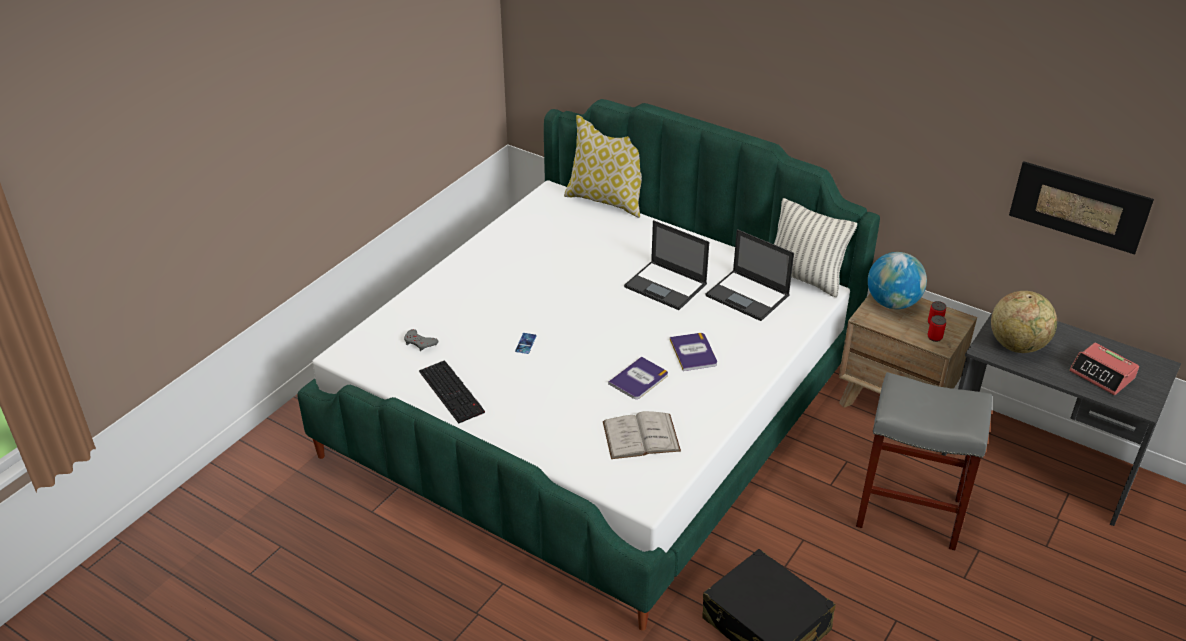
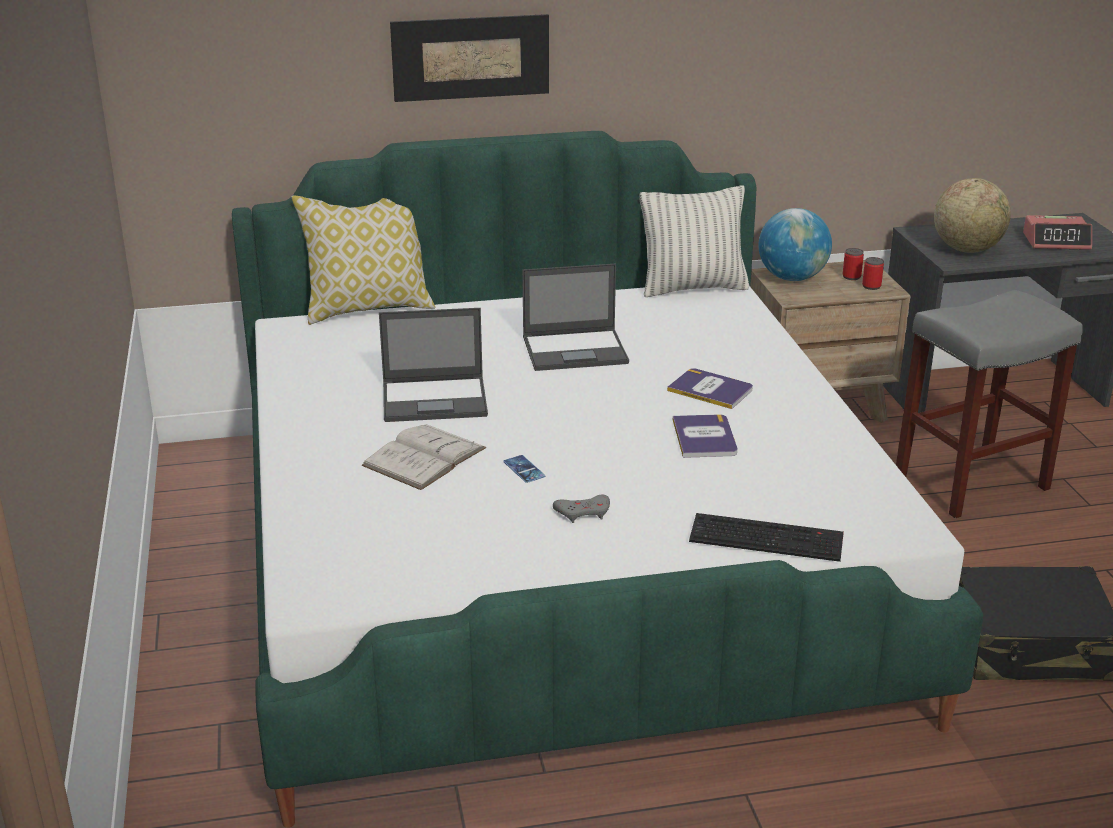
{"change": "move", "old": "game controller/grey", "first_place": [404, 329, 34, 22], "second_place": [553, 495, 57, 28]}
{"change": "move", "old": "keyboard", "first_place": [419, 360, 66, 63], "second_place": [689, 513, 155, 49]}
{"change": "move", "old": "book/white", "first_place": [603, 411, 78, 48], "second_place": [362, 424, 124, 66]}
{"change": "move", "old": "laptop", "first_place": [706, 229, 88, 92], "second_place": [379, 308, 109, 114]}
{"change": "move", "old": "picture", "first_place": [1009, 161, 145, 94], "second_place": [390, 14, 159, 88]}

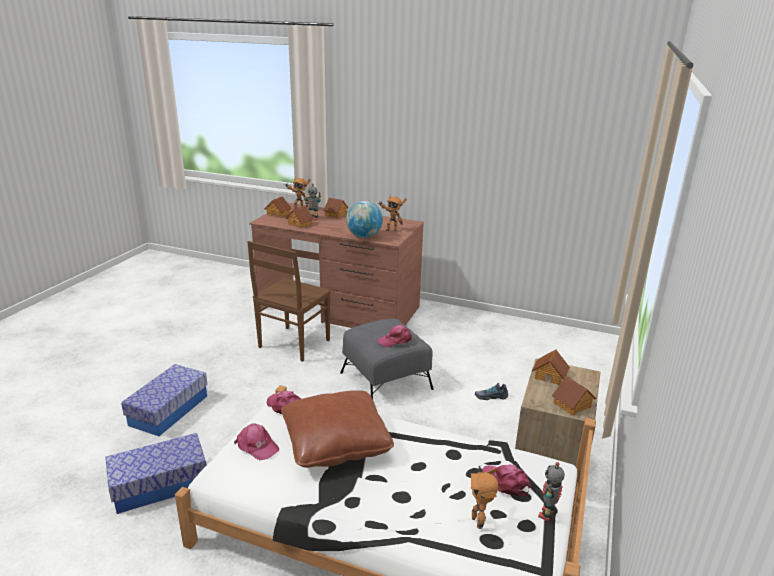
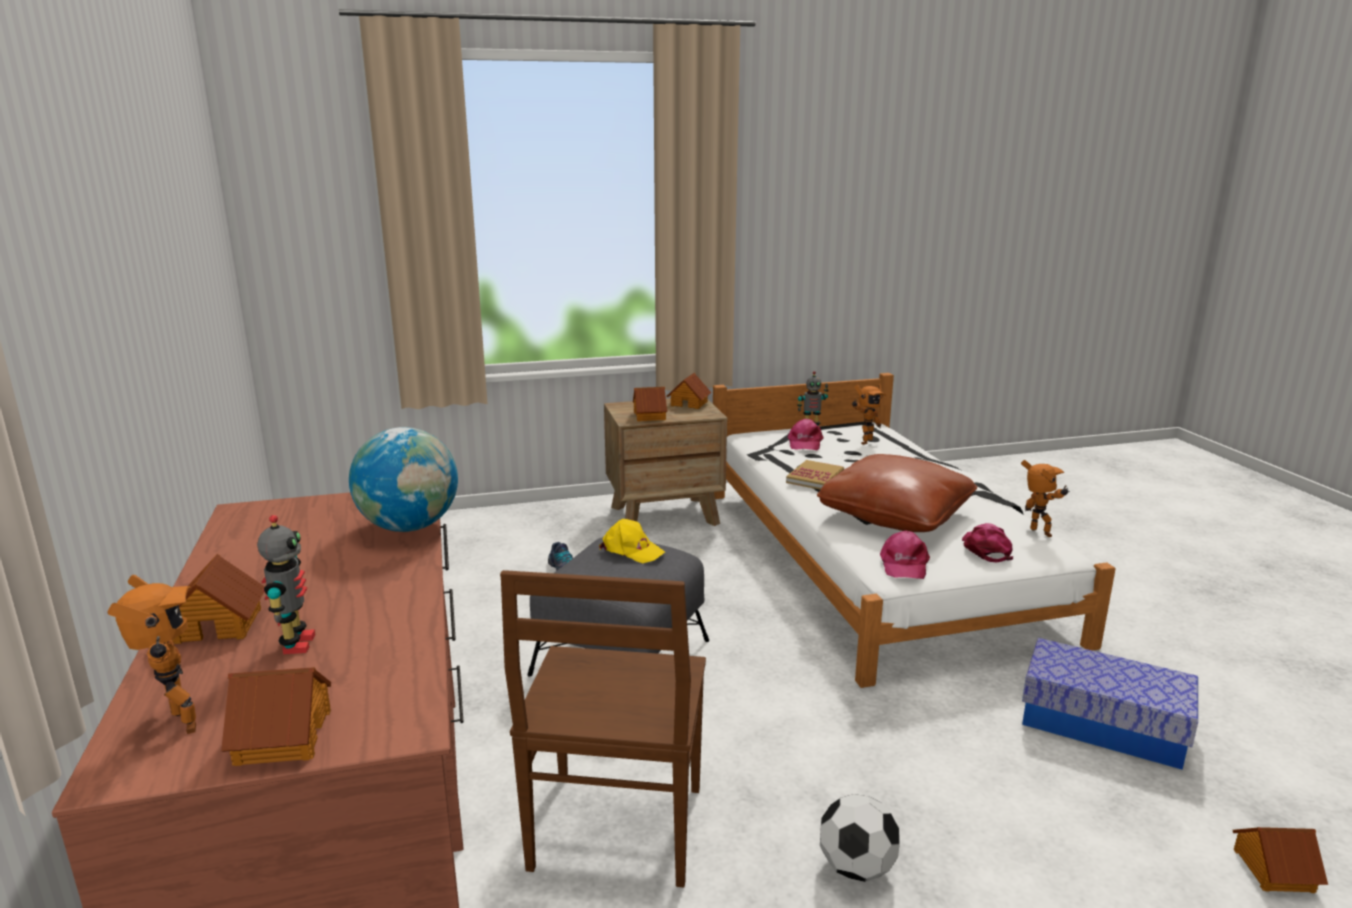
{"change": "delete", "old": "storage box", "first_place": [121, 364, 87, 72]}
{"change": "insert", "new": "book", "second_place": [786, 460, 58, 30]}
{"change": "insert", "new": "football", "second_place": [820, 794, 80, 88]}
{"change": "move", "old": "toy house", "first_place": [286, 206, 28, 22], "second_place": [1233, 827, 95, 66]}
{"change": "move", "old": "toy robot", "first_place": [379, 194, 28, 37], "second_place": [1021, 460, 49, 77]}
{"change": "recolor", "old": "cap/pink", "new": "cap/yellow", "first_place": [377, 325, 35, 22], "second_place": [599, 519, 66, 44]}
{"change": "rotate", "old": "chair/brown", "first_place": [248, 241, 83, 121], "second_place": [500, 570, 206, 318], "degrees": 105}

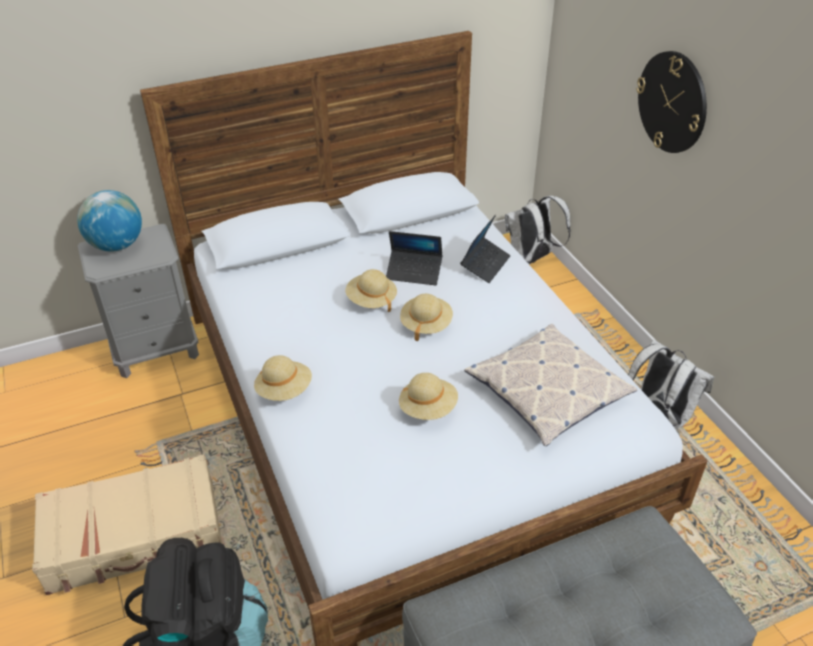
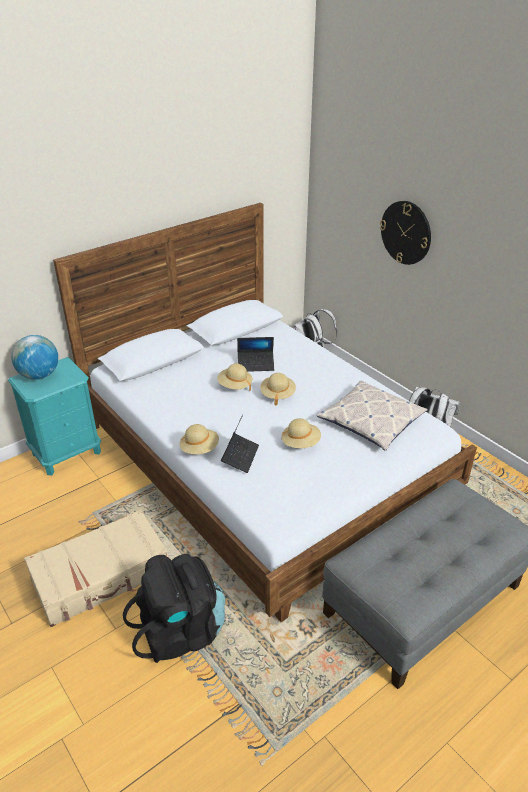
{"change": "move", "old": "laptop", "first_place": [460, 215, 51, 68], "second_place": [221, 415, 38, 58]}
{"change": "recolor", "old": "nightstand/grey", "new": "nightstand/turquoise", "first_place": [78, 224, 121, 154], "second_place": [8, 357, 93, 118]}

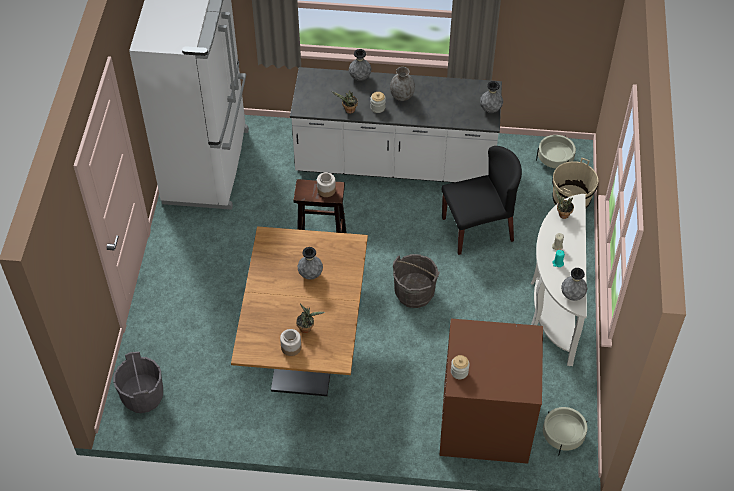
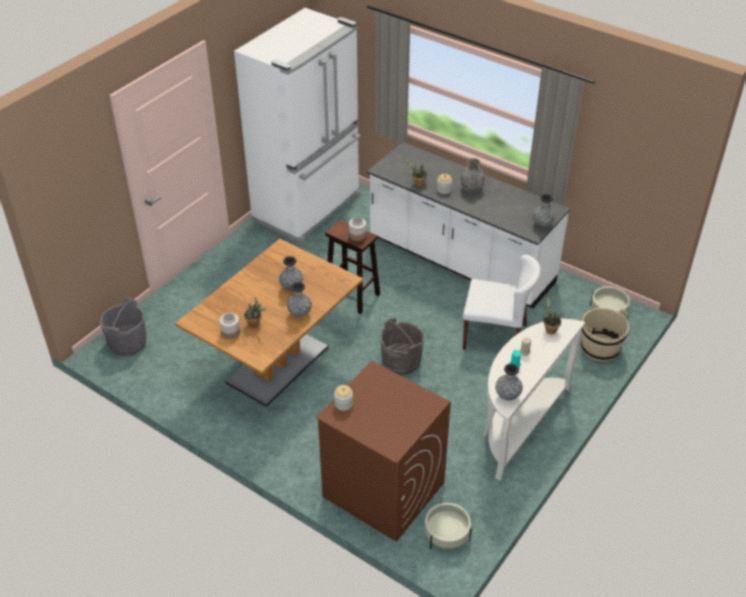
{"change": "move", "old": "vase/grey", "first_place": [349, 49, 23, 32], "second_place": [287, 282, 25, 35]}
{"change": "recolor", "old": "chair/black", "new": "chair/white", "first_place": [442, 146, 80, 109], "second_place": [463, 255, 77, 95]}

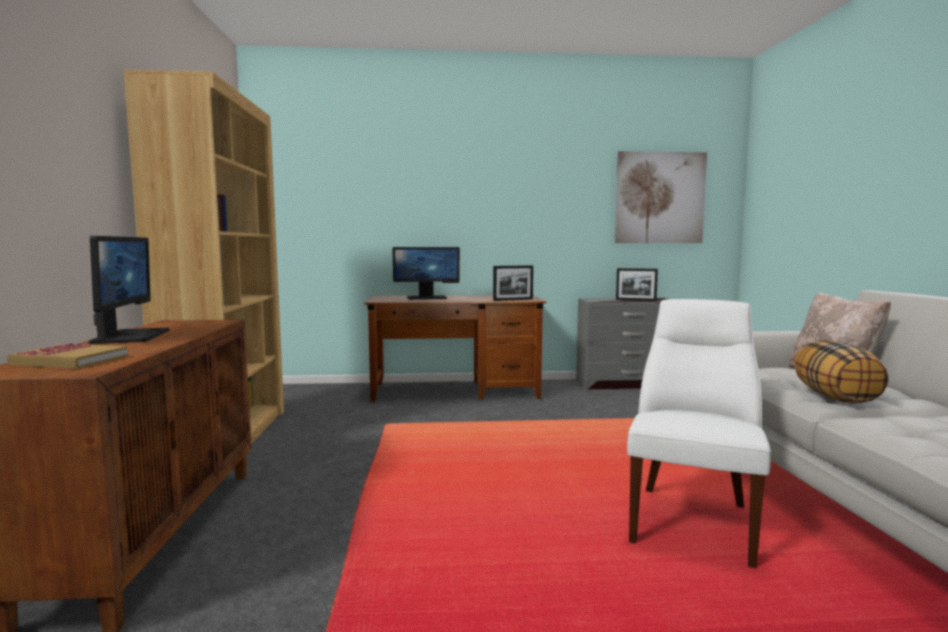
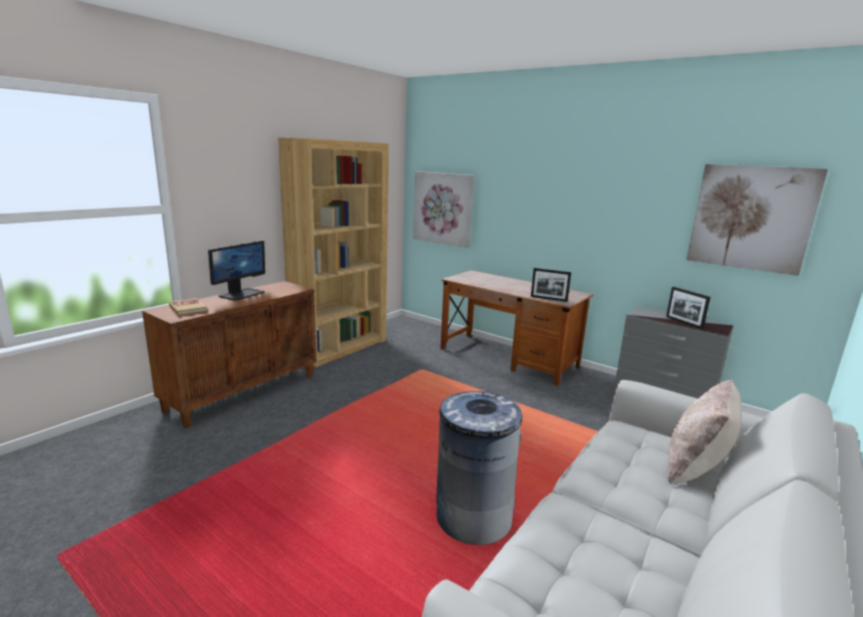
{"change": "delete", "old": "monitor", "first_place": [392, 247, 68, 53]}
{"change": "delete", "old": "pillow", "first_place": [794, 340, 95, 64]}
{"change": "insert", "new": "picture", "second_place": [413, 171, 61, 77]}
{"change": "replace", "old": "chair/white", "new": "trash can/grey", "first_place": [627, 299, 144, 269], "second_place": [436, 390, 86, 155]}

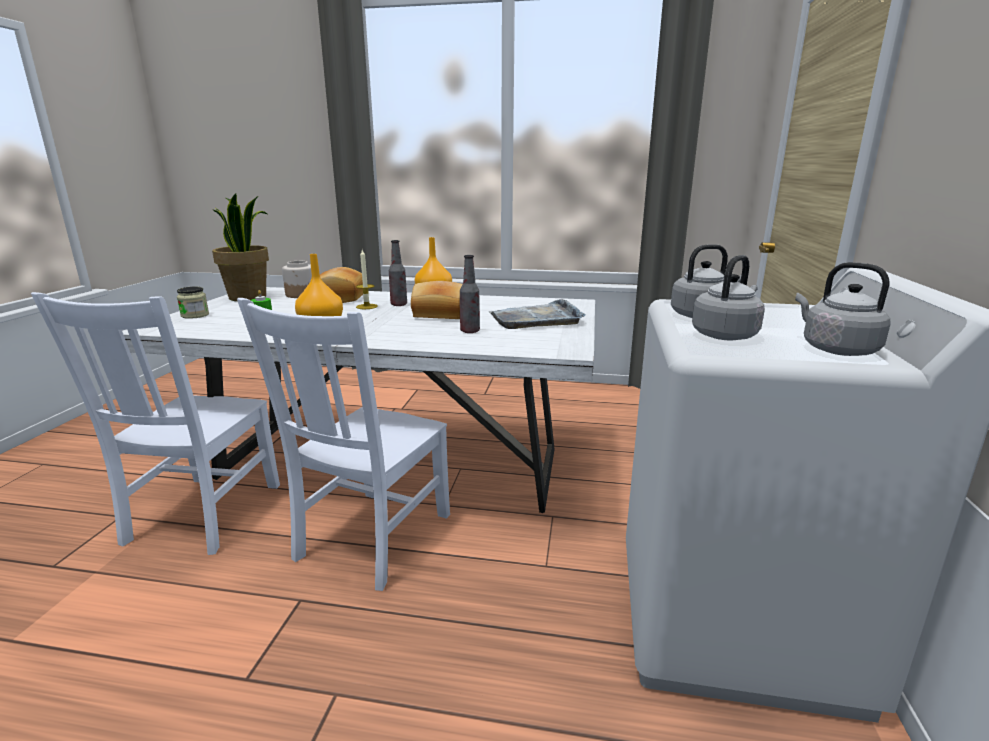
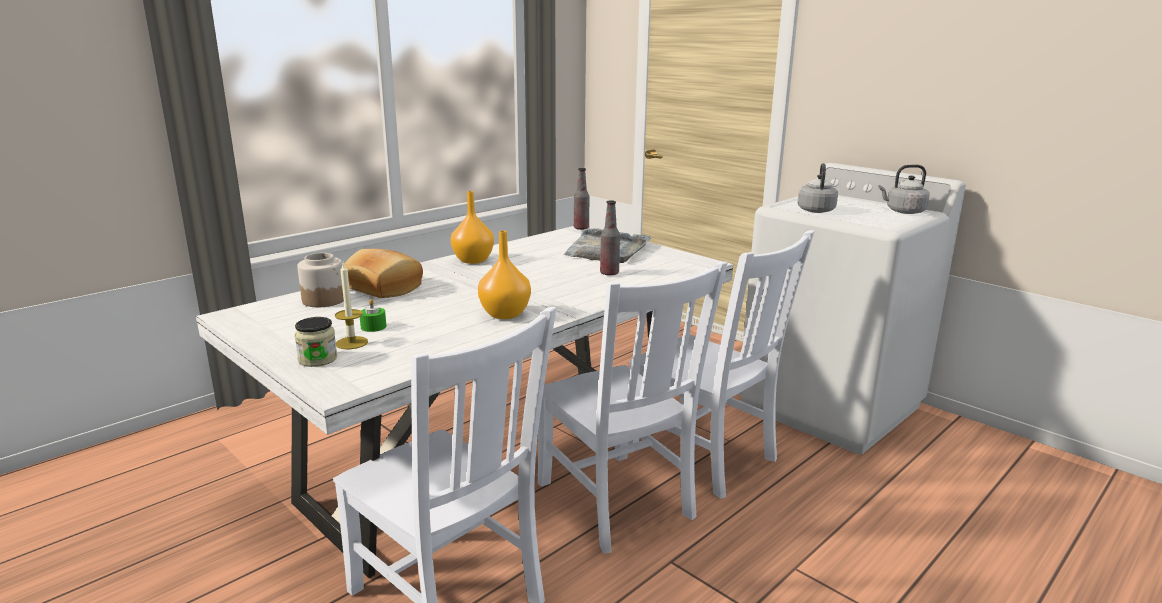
{"change": "delete", "old": "potted plant", "first_place": [212, 193, 57, 108]}
{"change": "delete", "old": "bread", "first_place": [411, 281, 51, 38]}
{"change": "delete", "old": "kettle/grey", "first_place": [692, 255, 73, 85]}
{"change": "insert", "new": "chair/white", "second_place": [628, 230, 187, 269]}
{"change": "move", "old": "candle", "first_place": [356, 250, 22, 59], "second_place": [335, 263, 33, 86]}
{"change": "move", "old": "bottle", "first_place": [389, 240, 18, 66], "second_place": [574, 168, 15, 62]}

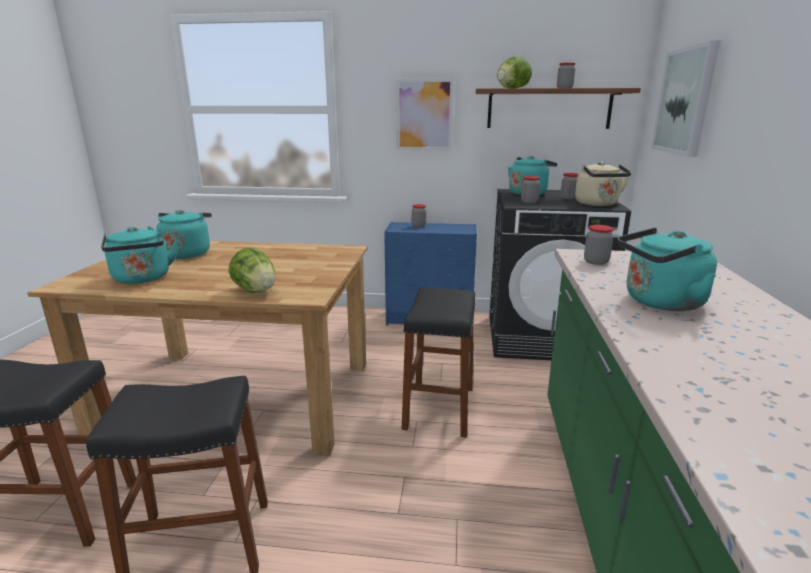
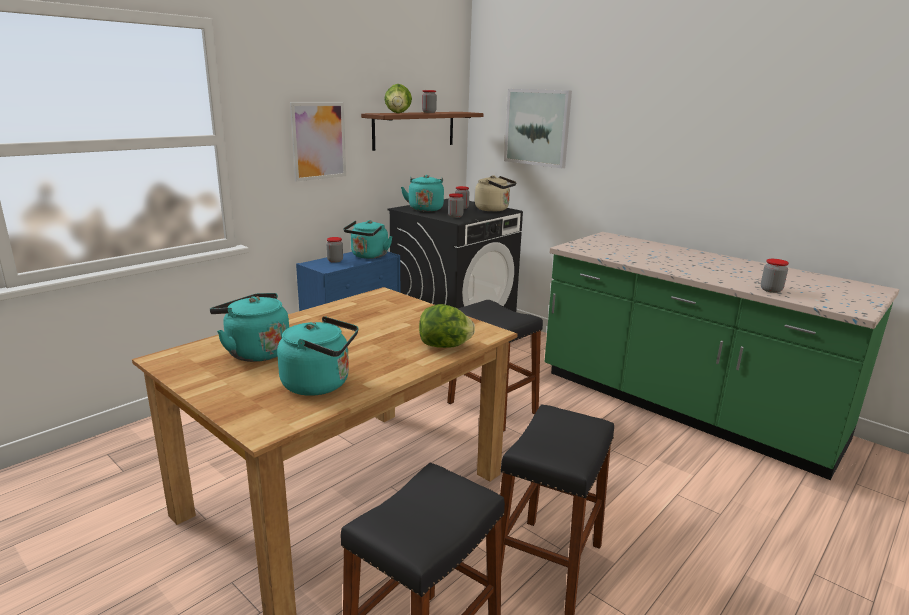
{"change": "move", "old": "jar", "first_place": [584, 225, 30, 40], "second_place": [761, 259, 28, 34]}
{"change": "move", "old": "kettle/turquoise", "first_place": [618, 228, 99, 83], "second_place": [344, 220, 49, 39]}

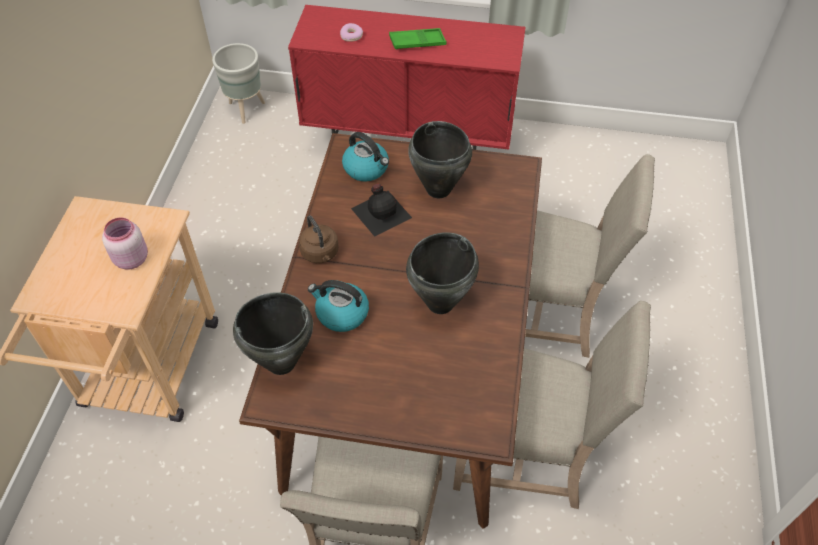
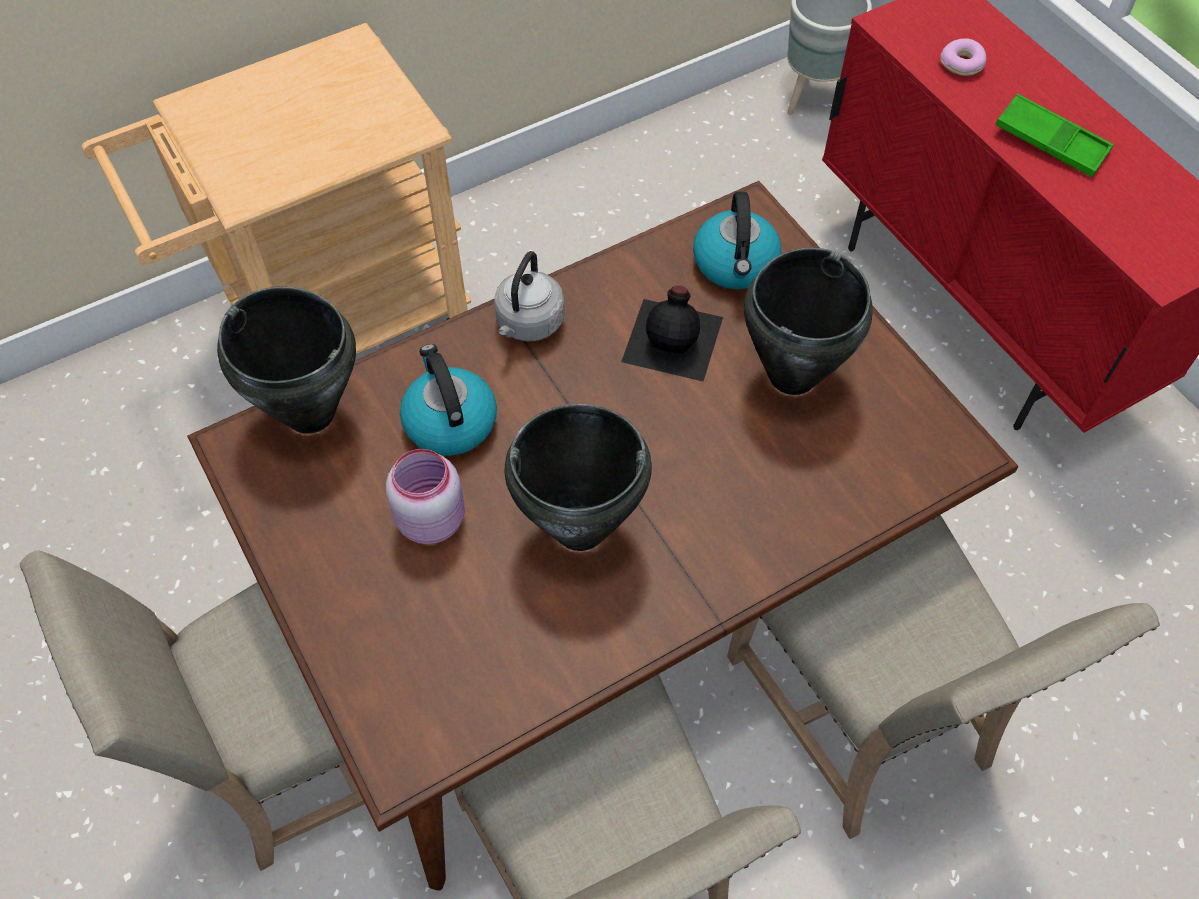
{"change": "move", "old": "jar/pink", "first_place": [102, 217, 46, 52], "second_place": [386, 449, 79, 95]}
{"change": "recolor", "old": "kettle/brown", "new": "kettle/grey", "first_place": [299, 215, 39, 48], "second_place": [494, 251, 71, 91]}

